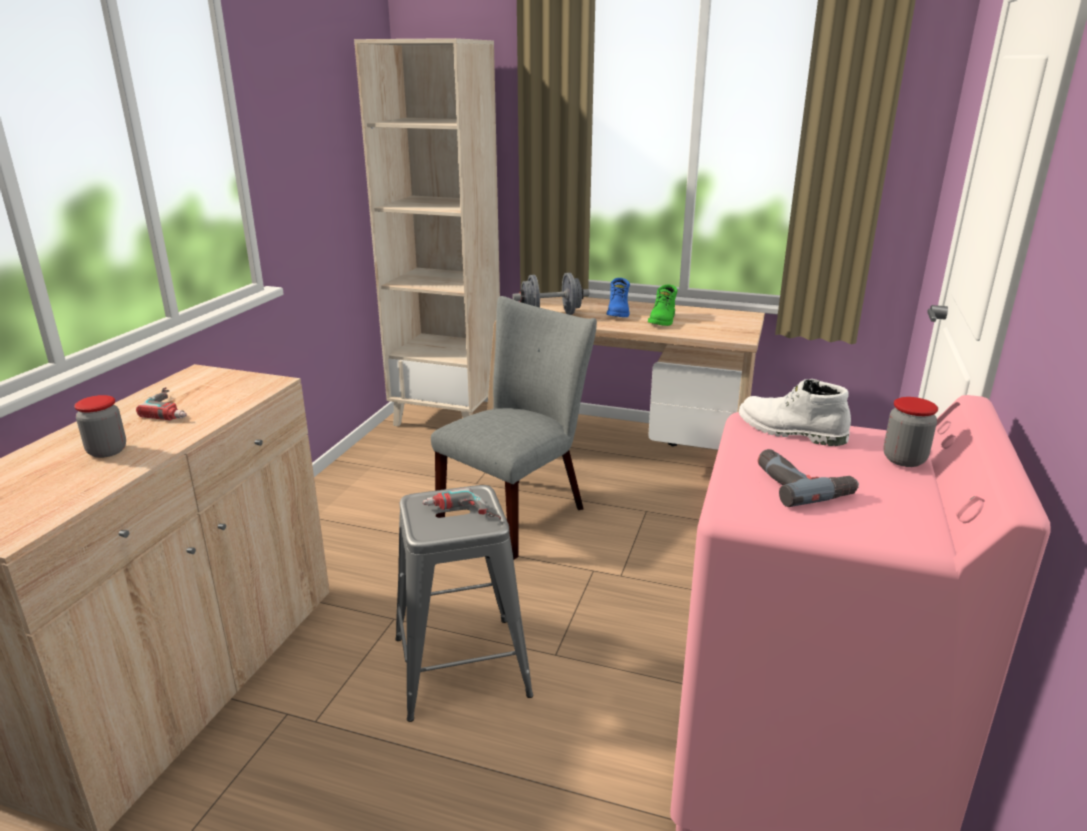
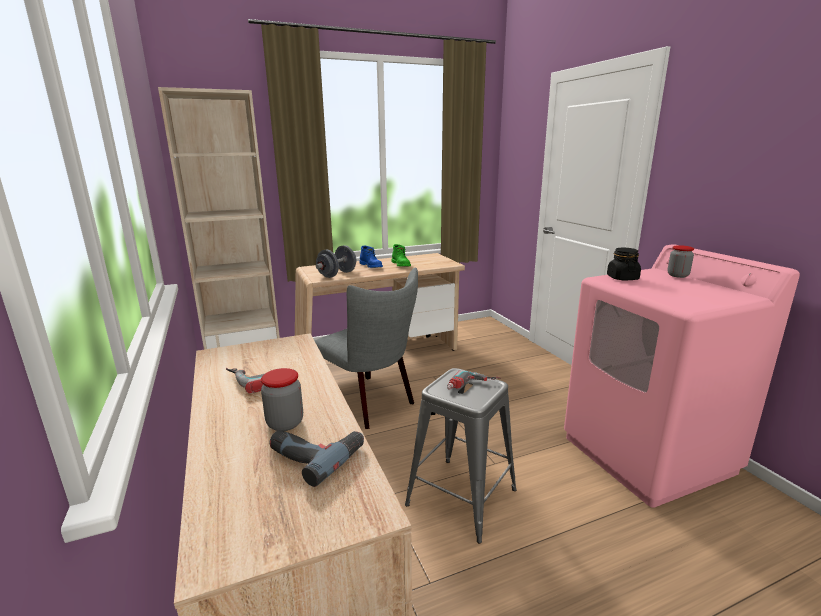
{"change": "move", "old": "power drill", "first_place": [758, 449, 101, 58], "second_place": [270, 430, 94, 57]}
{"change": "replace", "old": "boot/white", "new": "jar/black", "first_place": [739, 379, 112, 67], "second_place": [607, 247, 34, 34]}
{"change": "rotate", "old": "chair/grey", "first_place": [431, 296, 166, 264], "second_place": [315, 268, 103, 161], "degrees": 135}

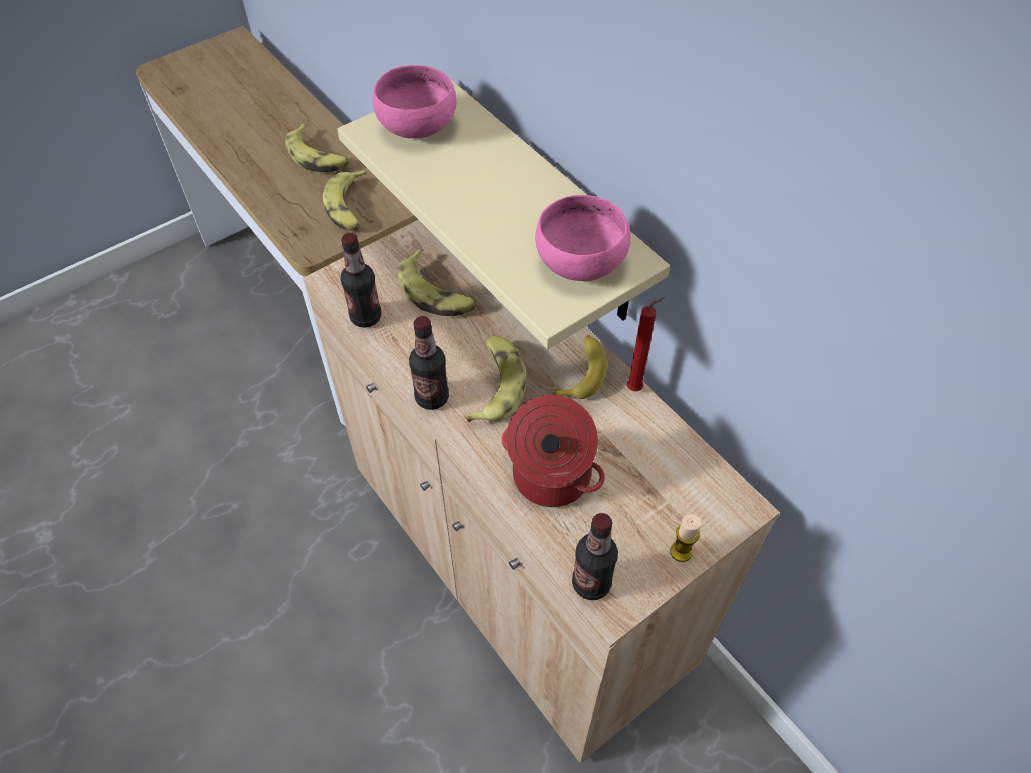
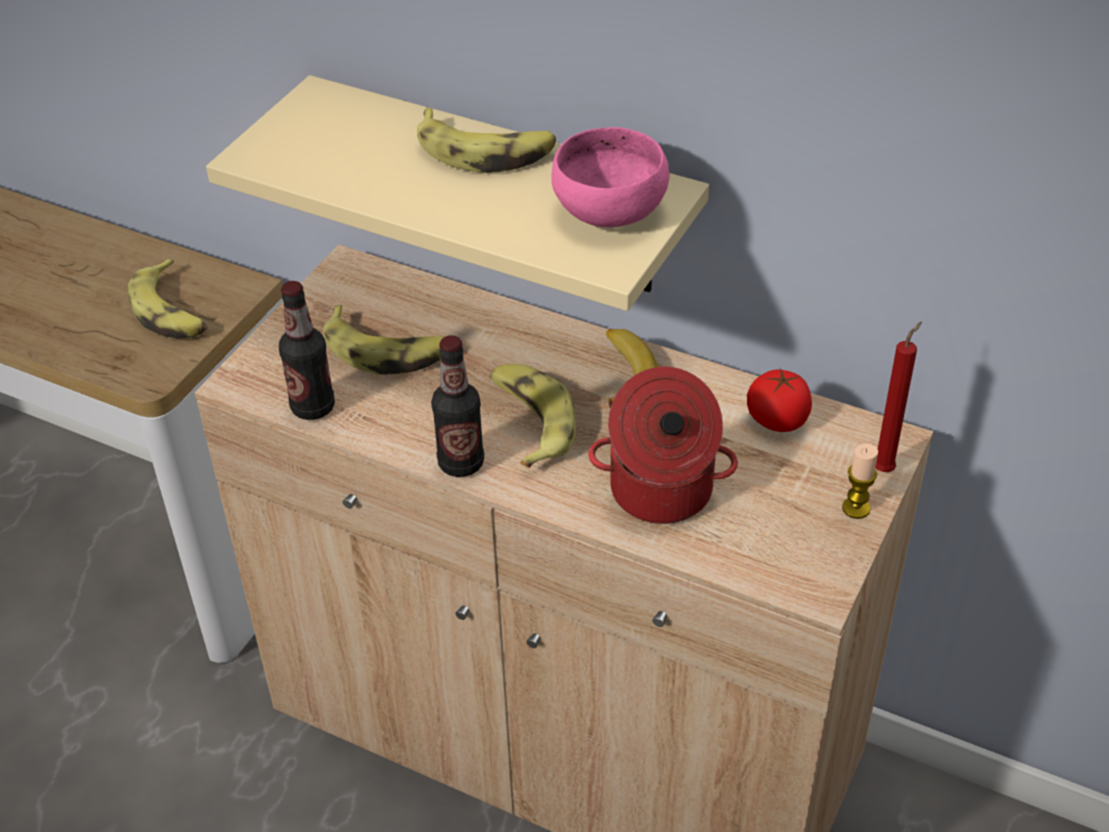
{"change": "delete", "old": "bowl/pink", "first_place": [373, 65, 83, 73]}
{"change": "delete", "old": "bottle", "first_place": [572, 513, 46, 87]}
{"change": "insert", "new": "tomato", "second_place": [747, 368, 65, 64]}
{"change": "move", "old": "banana", "first_place": [285, 124, 64, 48], "second_place": [417, 108, 139, 65]}
{"change": "move", "old": "candle/red", "first_place": [627, 297, 38, 94], "second_place": [875, 322, 47, 150]}

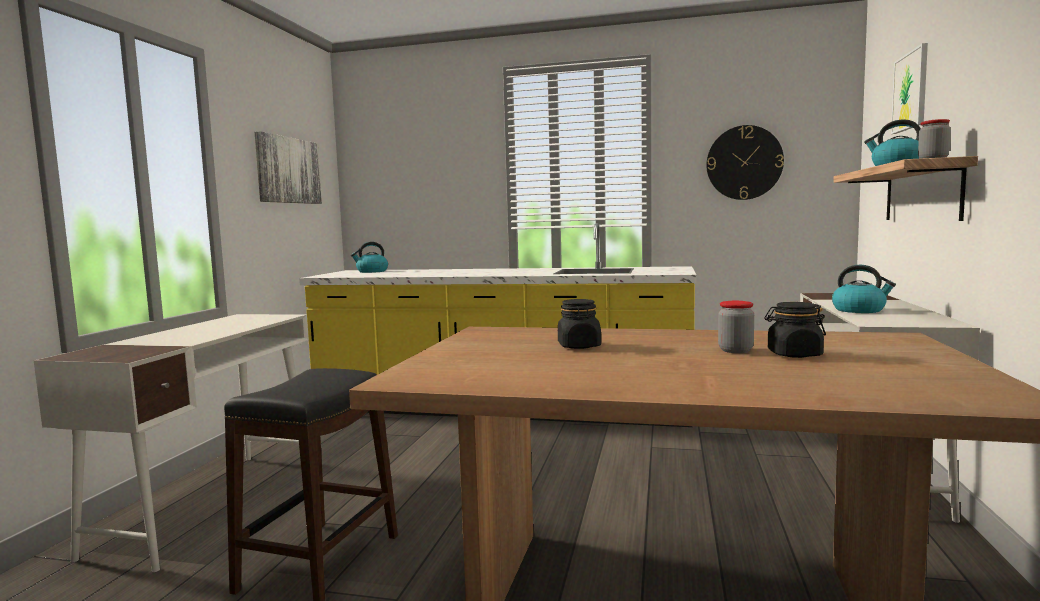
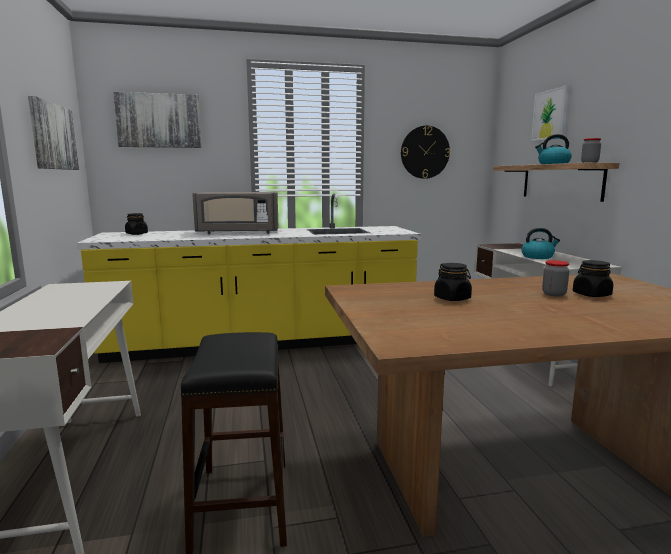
{"change": "insert", "new": "picture", "second_place": [113, 92, 89, 56]}
{"change": "insert", "new": "microwave/grey", "second_place": [192, 192, 86, 42]}
{"change": "replace", "old": "kettle", "new": "jar/black", "first_place": [351, 242, 37, 31], "second_place": [125, 213, 23, 22]}

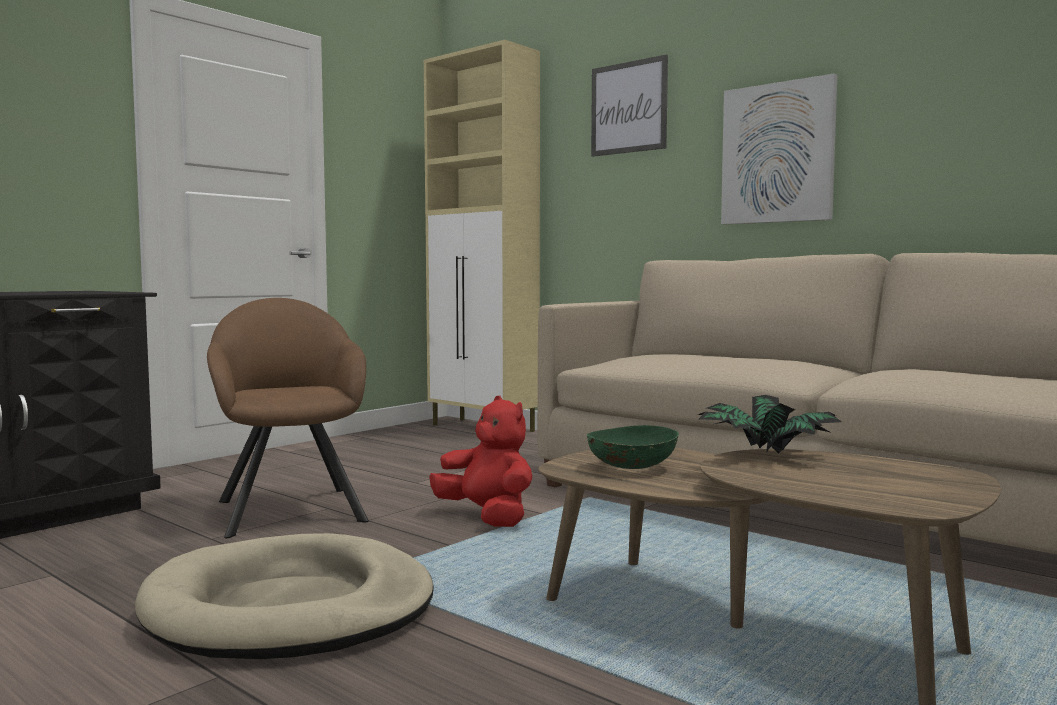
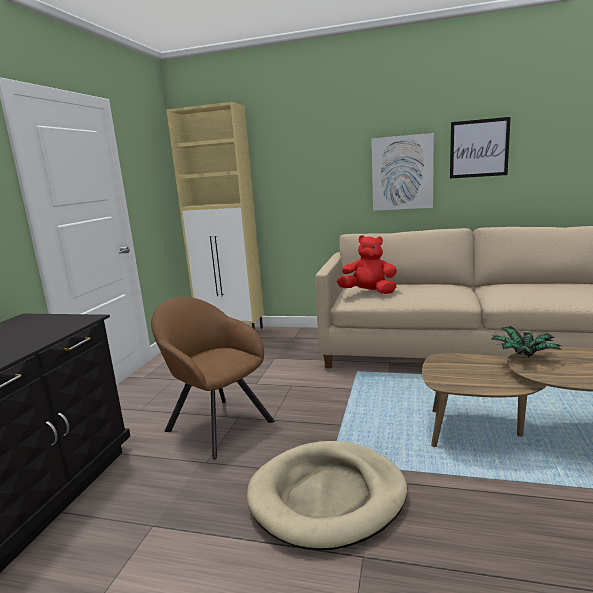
{"change": "delete", "old": "bowl/green", "first_place": [587, 425, 92, 44]}
{"change": "move", "old": "plush toy/red", "first_place": [429, 396, 104, 131], "second_place": [337, 235, 60, 59]}
{"change": "move", "old": "picture", "first_place": [591, 54, 77, 103], "second_place": [450, 117, 61, 62]}

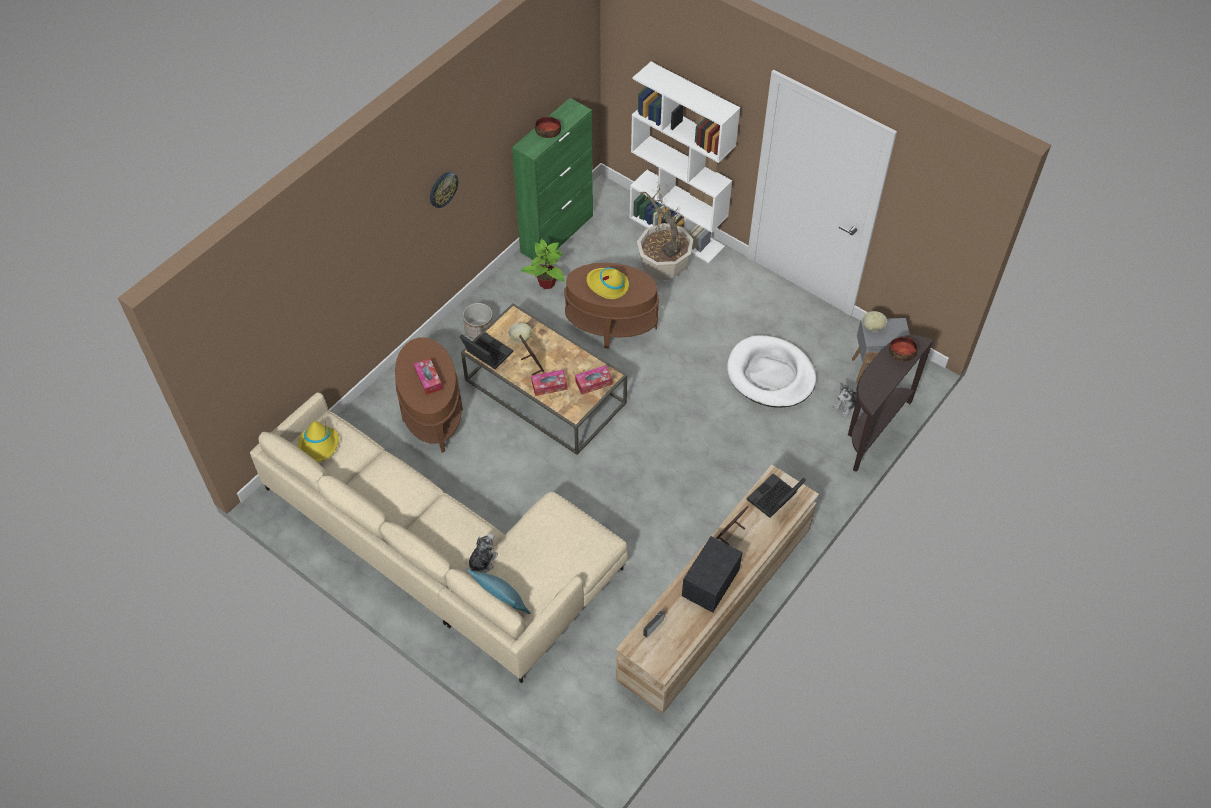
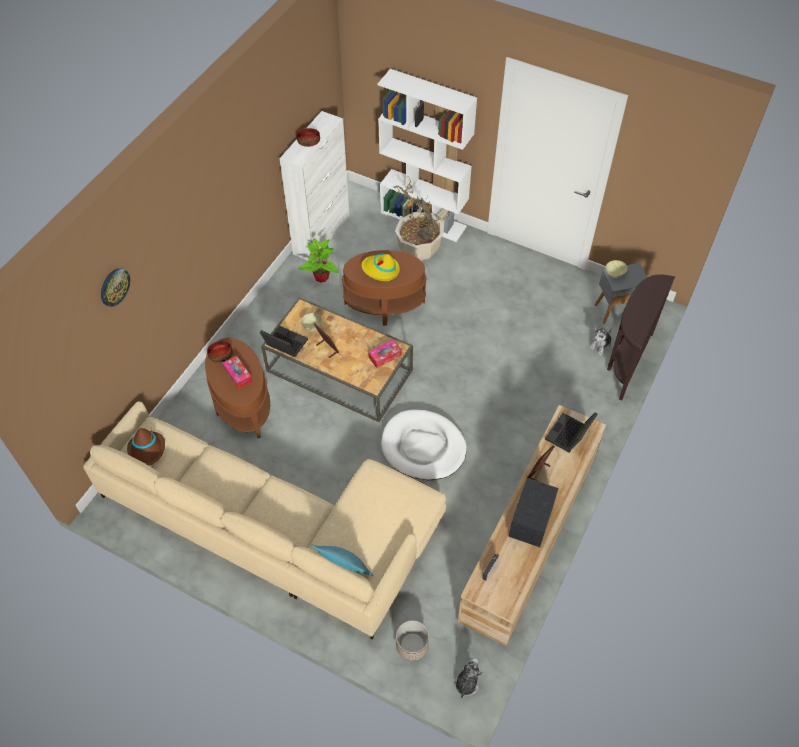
{"change": "delete", "old": "tissue box", "first_place": [531, 370, 37, 26]}
{"change": "move", "old": "wall clock", "first_place": [430, 172, 28, 36], "second_place": [101, 268, 29, 39]}
{"change": "move", "old": "planter", "first_place": [463, 303, 30, 36], "second_place": [396, 620, 33, 41]}
{"change": "move", "old": "plush toy", "first_place": [469, 534, 29, 39], "second_place": [454, 658, 29, 41]}
{"change": "move", "old": "dog bed/white", "first_place": [727, 335, 89, 73], "second_place": [381, 410, 86, 70]}
{"change": "move", "old": "bowl", "first_place": [889, 337, 29, 24], "second_place": [207, 341, 26, 22]}
{"change": "recolor", "old": "hat/yellow", "new": "hat/brown", "first_place": [298, 421, 41, 41], "second_place": [127, 428, 38, 37]}
{"change": "recolor", "old": "cabinet/green", "new": "cabinet/white", "first_place": [512, 98, 81, 167], "second_place": [280, 111, 69, 149]}

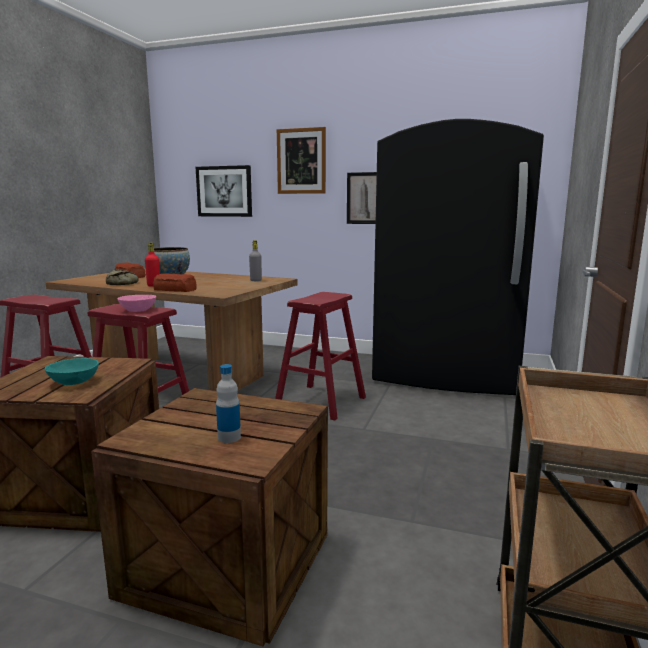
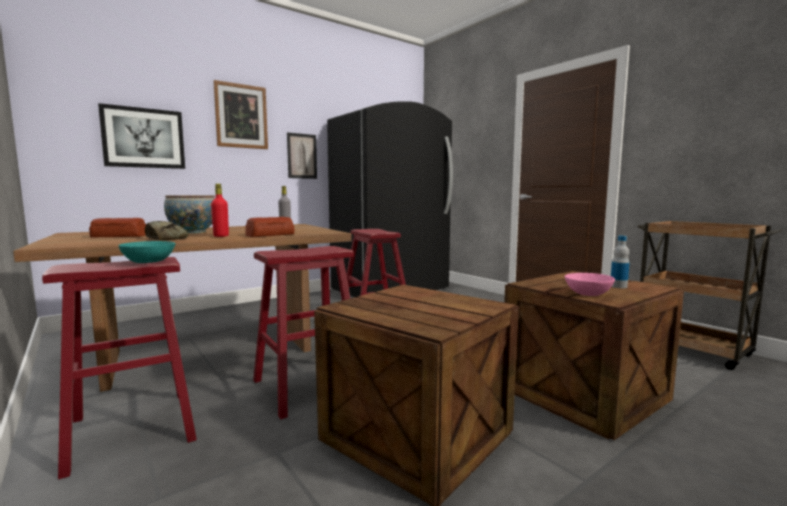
{"change": "move", "old": "bowl/turquoise", "first_place": [45, 358, 54, 27], "second_place": [118, 241, 58, 22]}
{"change": "move", "old": "bowl/pink", "first_place": [117, 295, 39, 17], "second_place": [564, 273, 51, 23]}

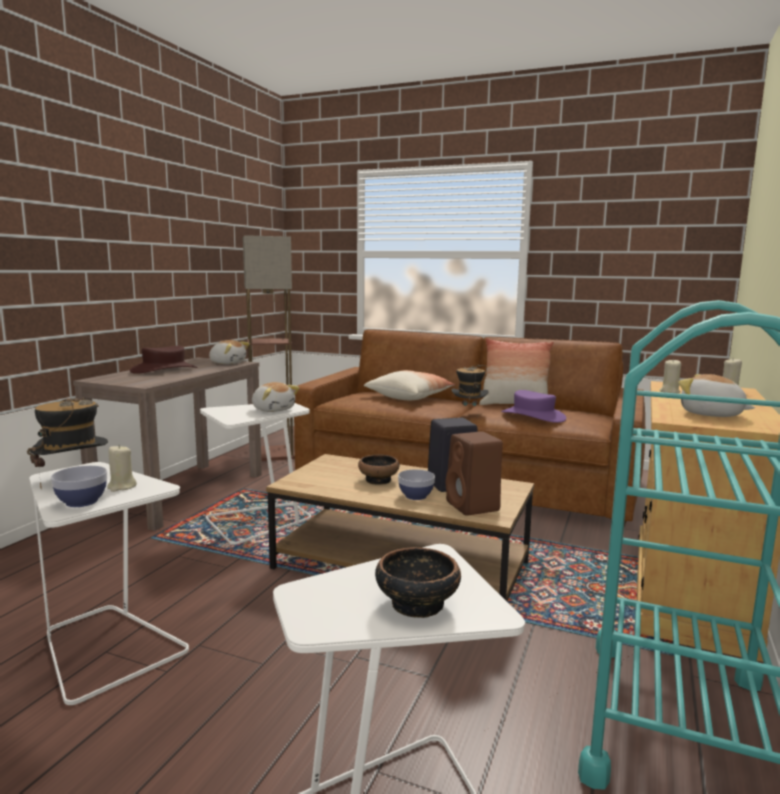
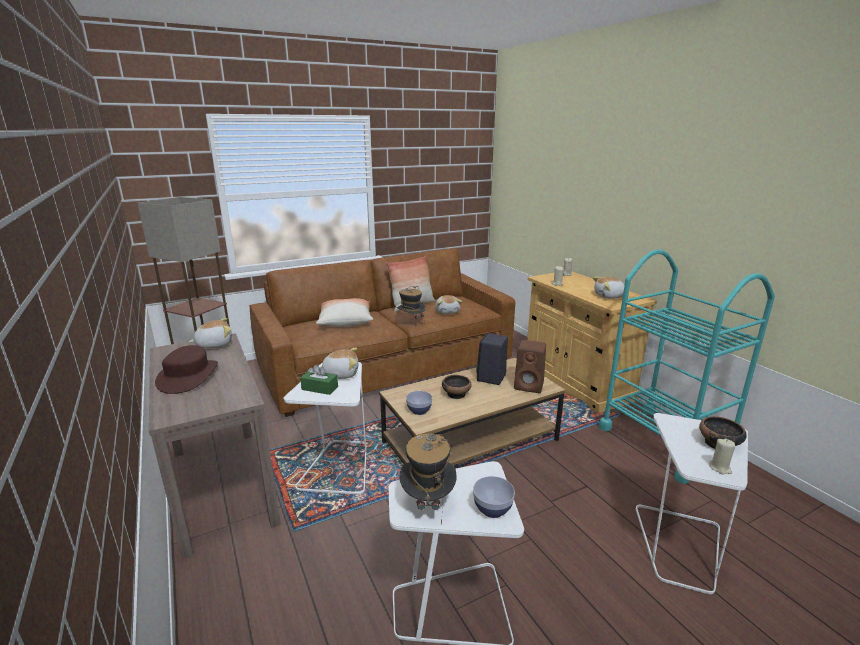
{"change": "insert", "new": "tissue box/green", "second_place": [300, 364, 38, 31]}
{"change": "move", "old": "candle/beige", "first_place": [107, 444, 30, 48], "second_place": [709, 439, 27, 36]}
{"change": "move", "old": "bowl", "first_place": [398, 469, 37, 31], "second_place": [406, 391, 26, 24]}
{"change": "replace", "old": "hat/purple", "new": "plush toy", "first_place": [501, 390, 65, 33], "second_place": [435, 295, 27, 19]}

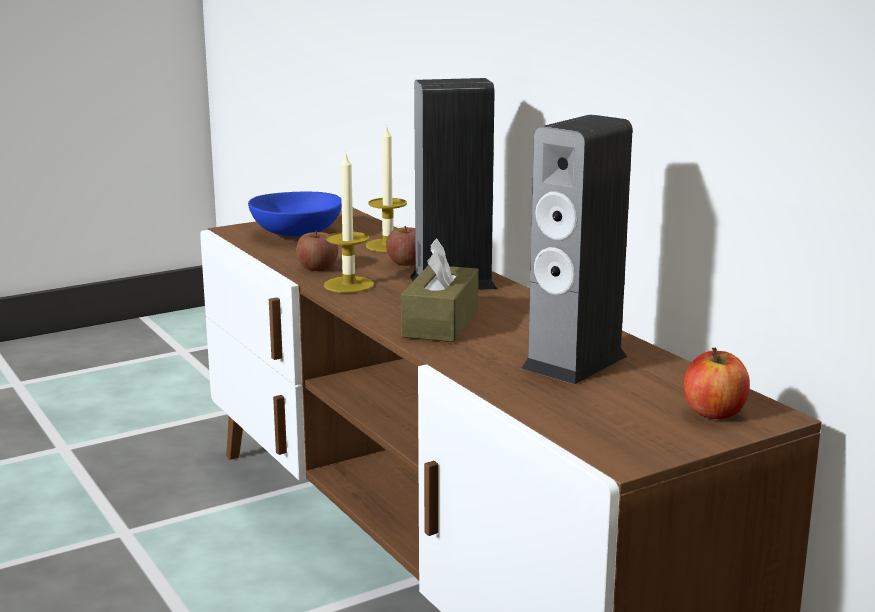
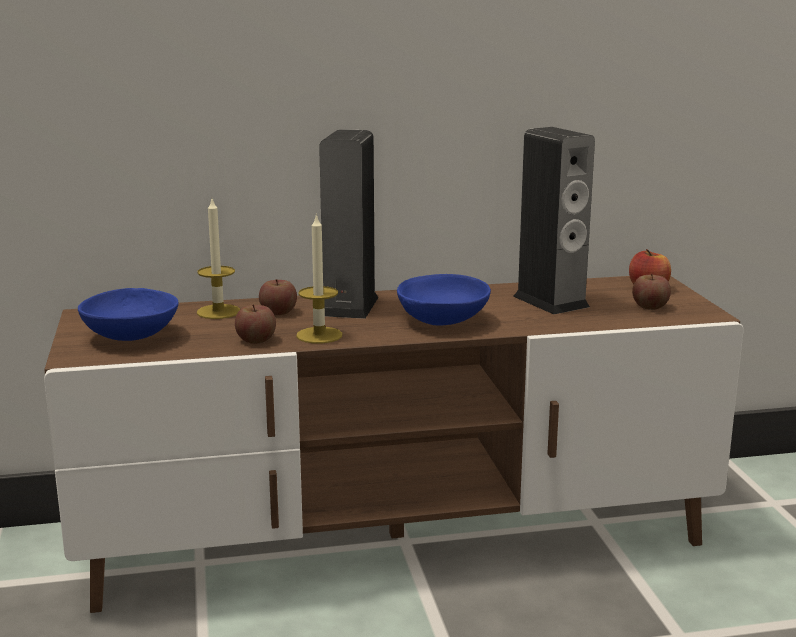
{"change": "insert", "new": "apple", "second_place": [632, 274, 39, 36]}
{"change": "replace", "old": "tissue box/brown", "new": "bowl/blue", "first_place": [401, 239, 78, 103], "second_place": [397, 274, 94, 52]}

